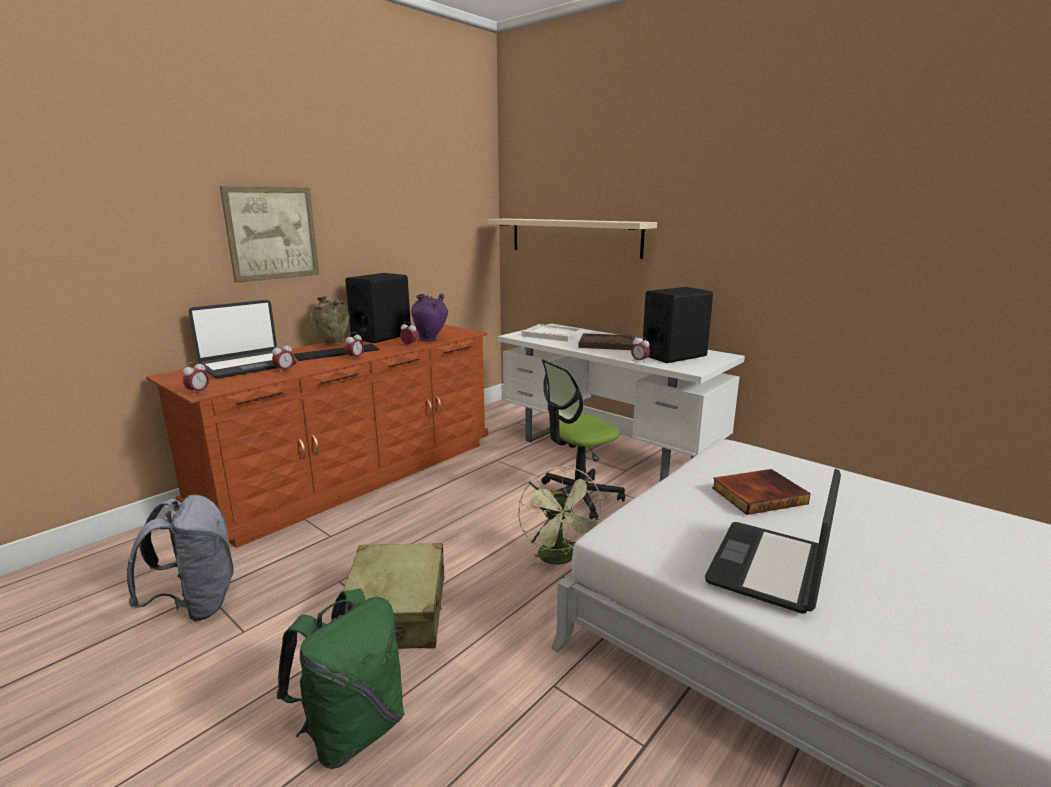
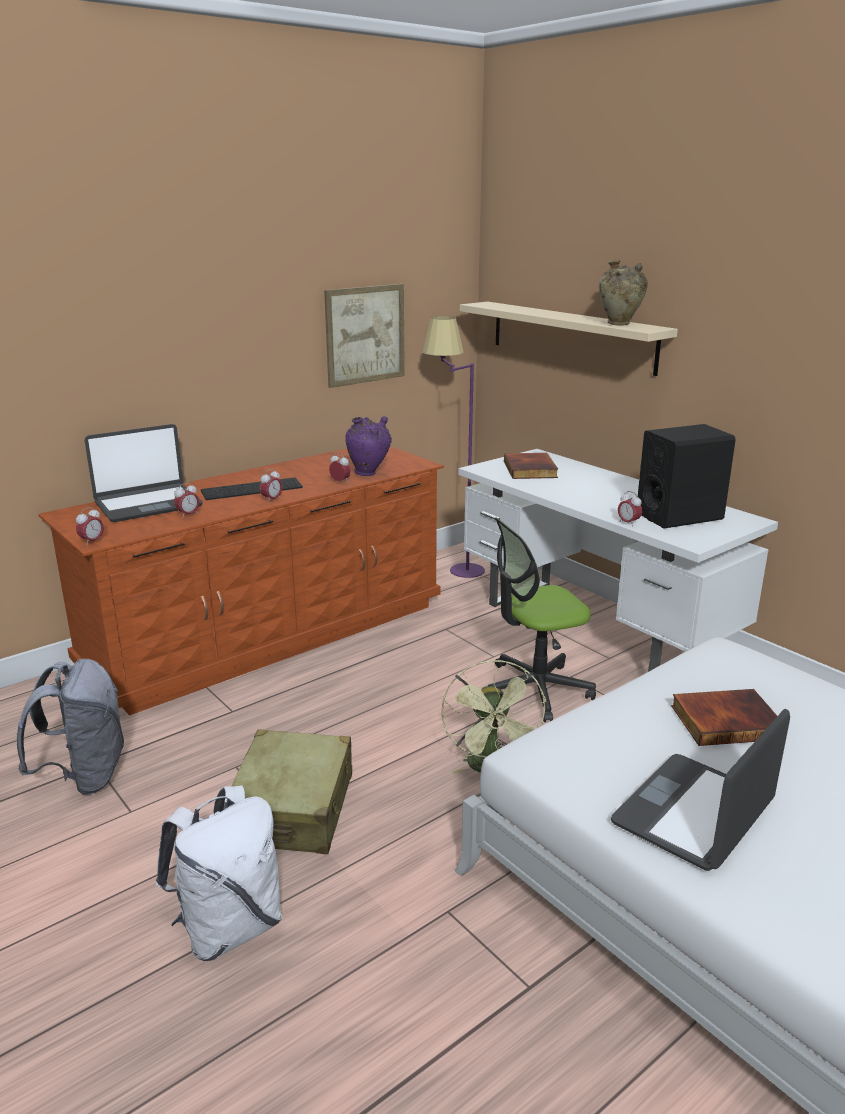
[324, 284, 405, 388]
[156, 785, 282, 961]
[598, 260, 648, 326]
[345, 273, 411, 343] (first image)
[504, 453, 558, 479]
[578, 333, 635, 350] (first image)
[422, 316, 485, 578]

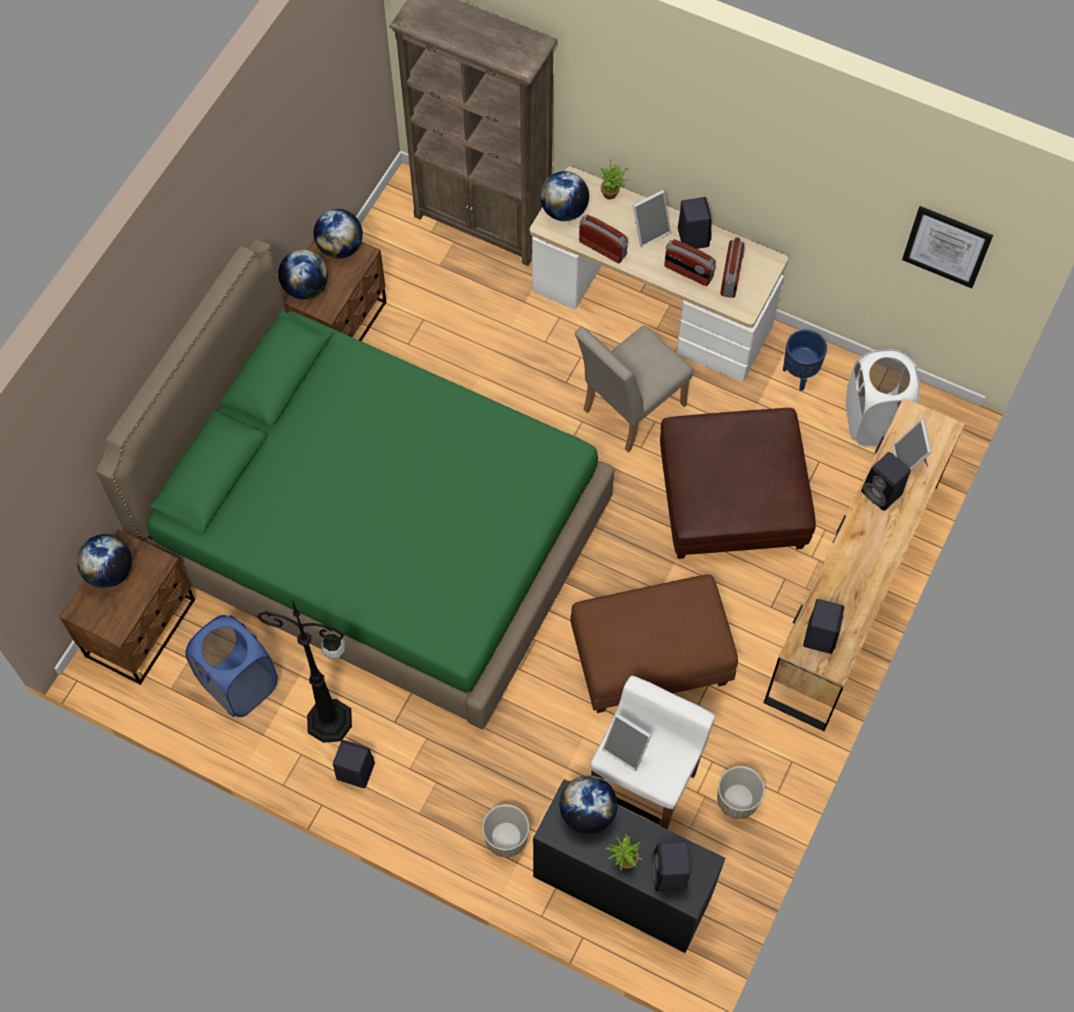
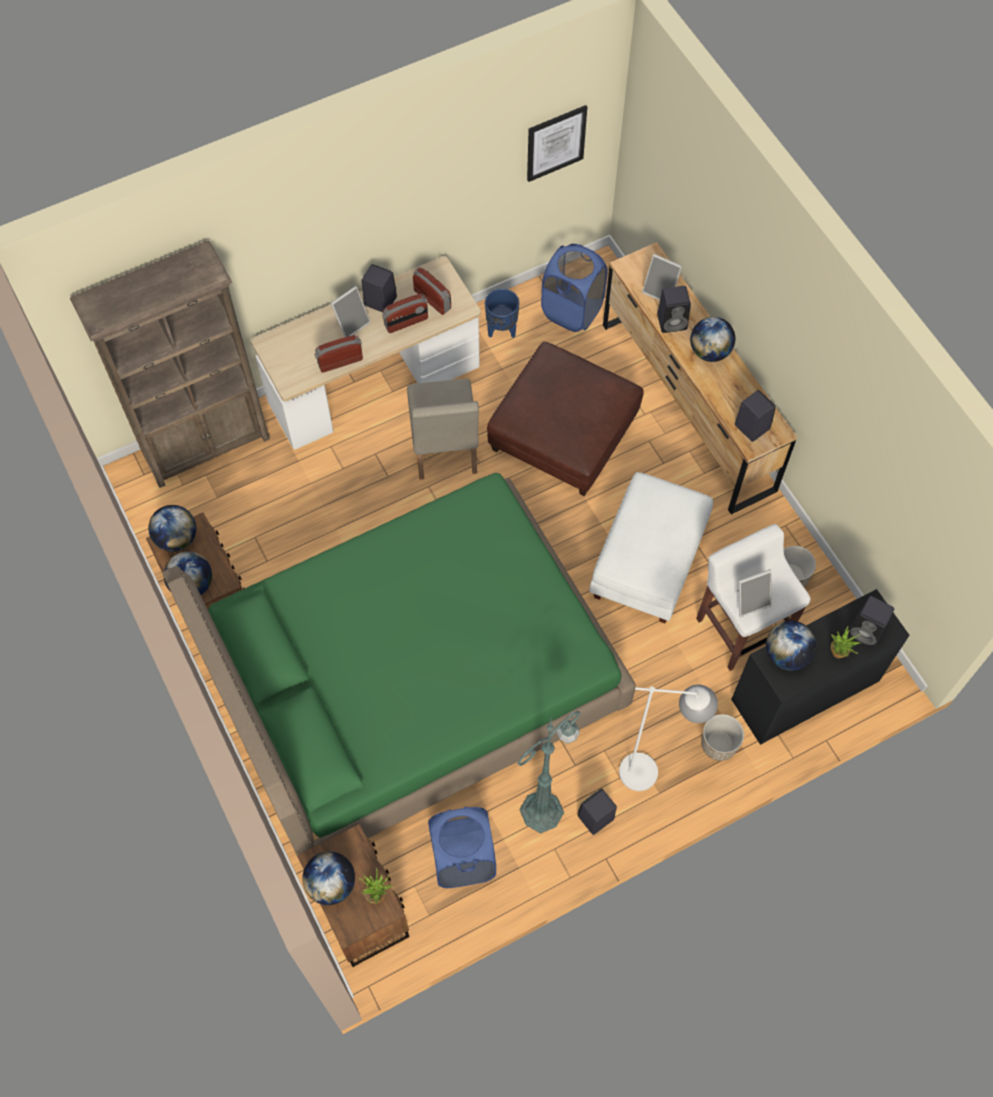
[517, 711, 581, 834]
[690, 317, 735, 362]
[589, 472, 713, 623]
[359, 868, 393, 904]
[331, 286, 371, 337]
[541, 244, 607, 332]
[619, 684, 718, 791]

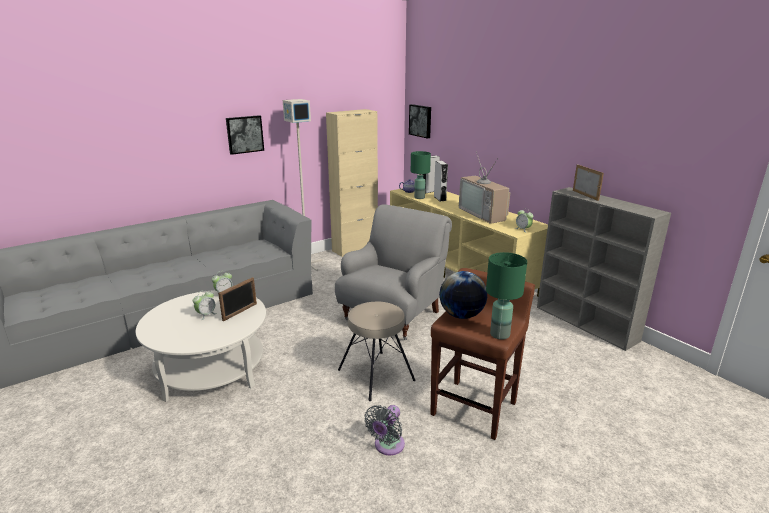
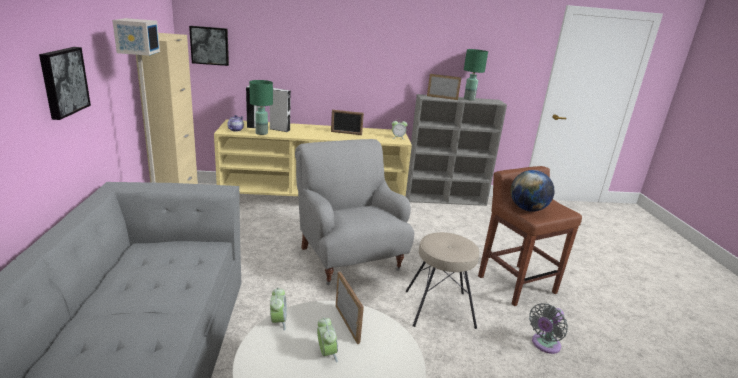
[529, 303, 568, 354]
[331, 110, 364, 135]
[464, 49, 488, 101]

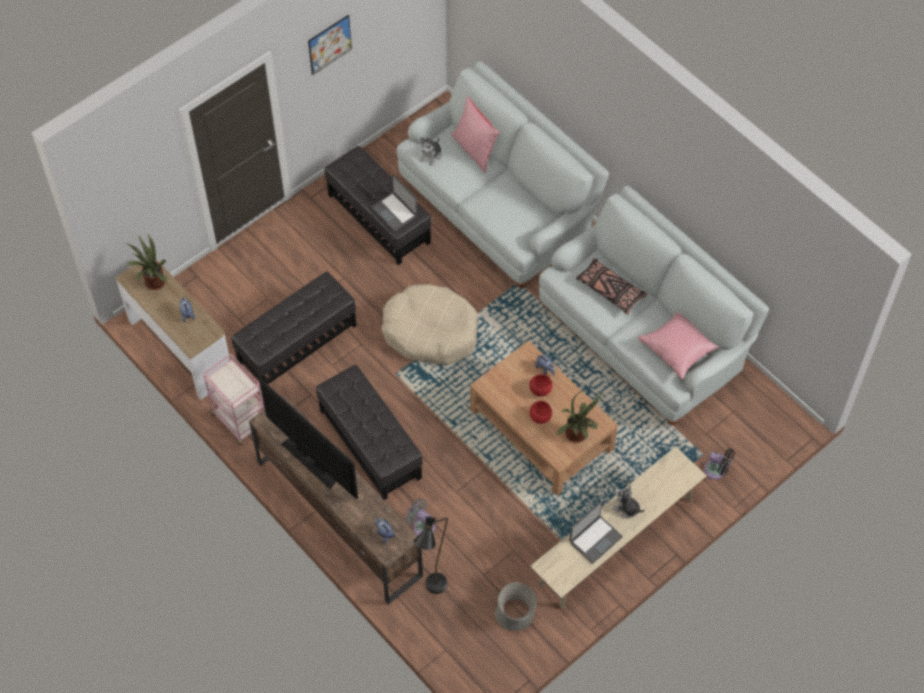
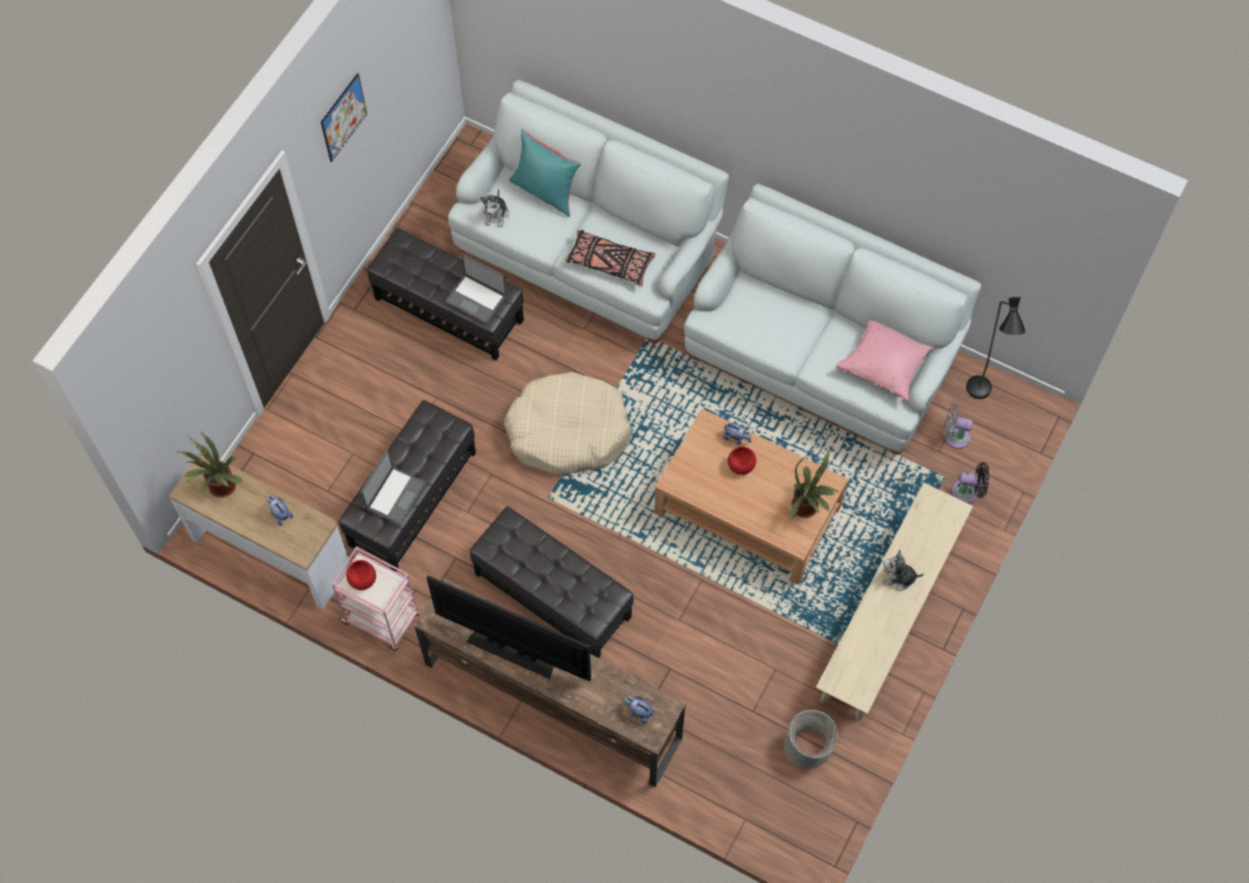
[943, 403, 973, 449]
[966, 297, 1025, 399]
[509, 129, 581, 217]
[346, 560, 376, 590]
[361, 450, 426, 525]
[565, 230, 656, 287]

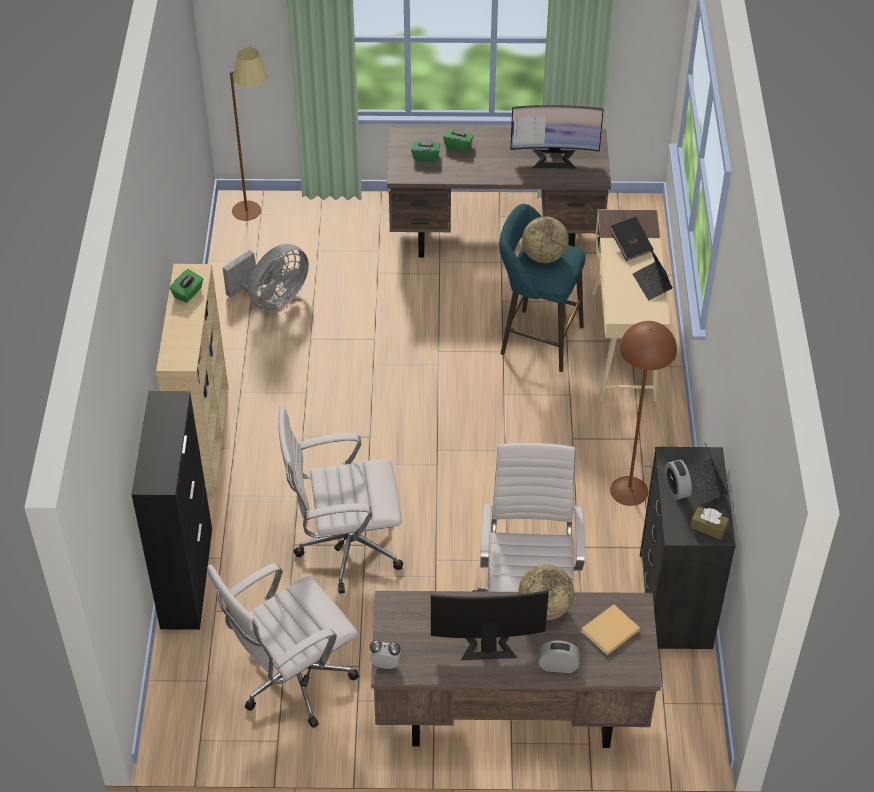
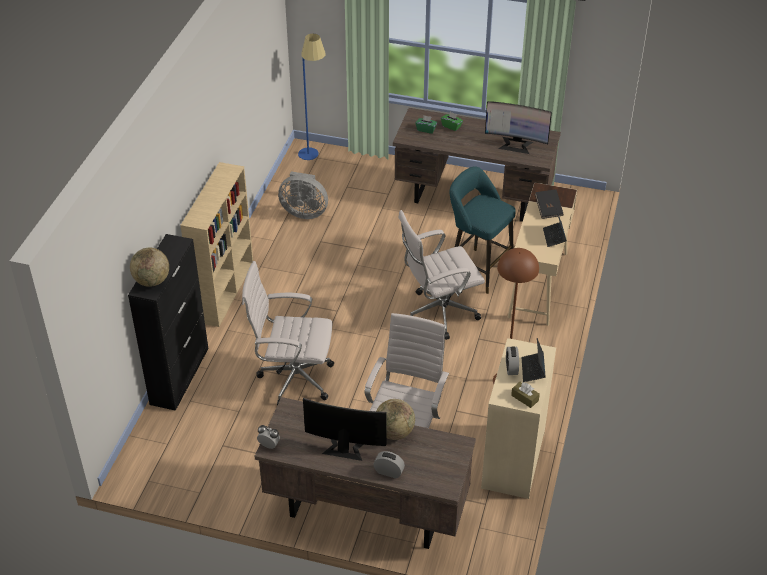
[170, 269, 203, 303] (first image)
[398, 210, 485, 340]
[278, 171, 328, 219]
[298, 34, 325, 160]
[130, 248, 169, 287]
[581, 604, 640, 655] (first image)
[481, 338, 556, 499]

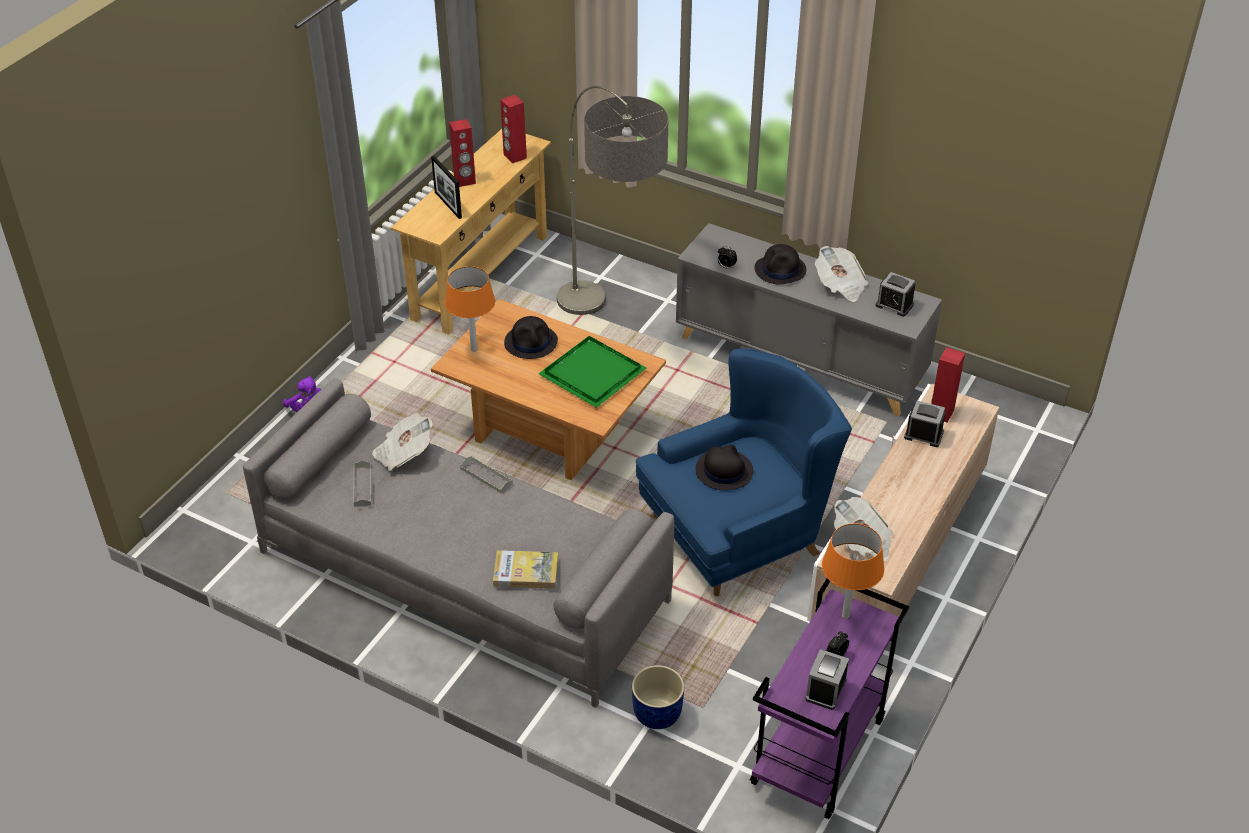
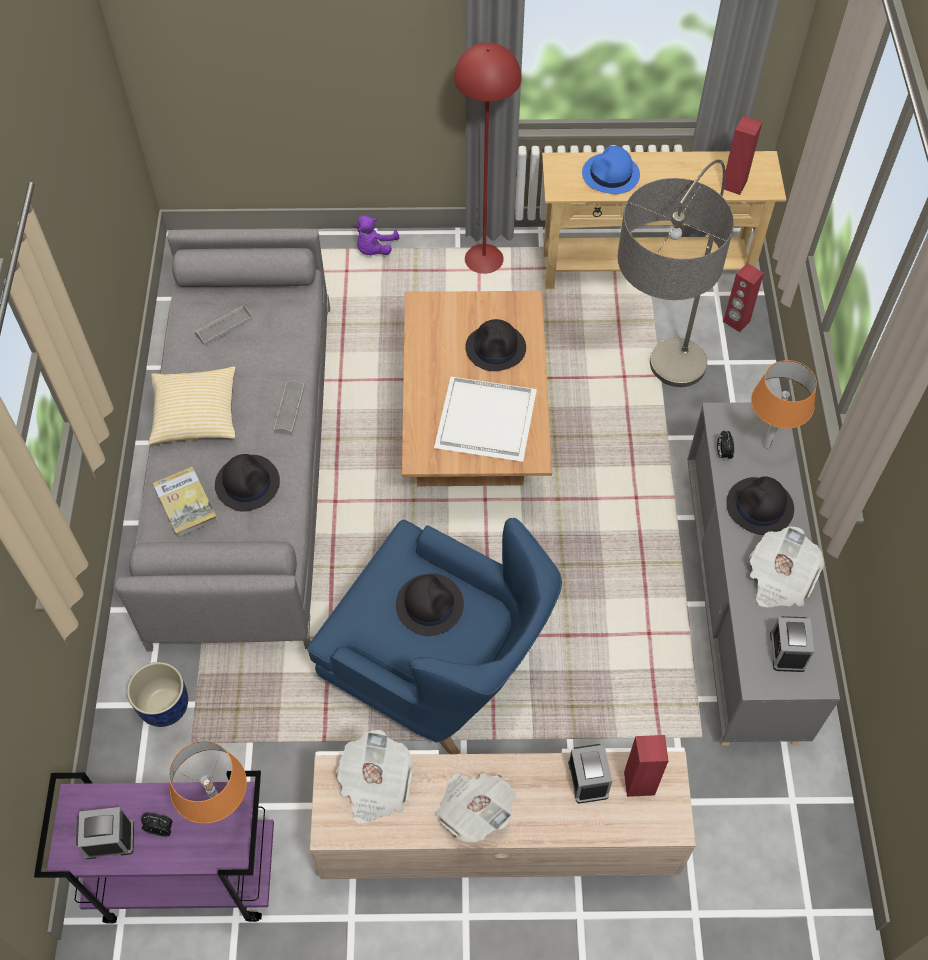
[435, 773, 516, 842]
[582, 146, 640, 194]
[751, 360, 817, 448]
[723, 263, 764, 332]
[434, 377, 537, 462]
[148, 366, 236, 445]
[215, 454, 280, 512]
[454, 42, 522, 274]

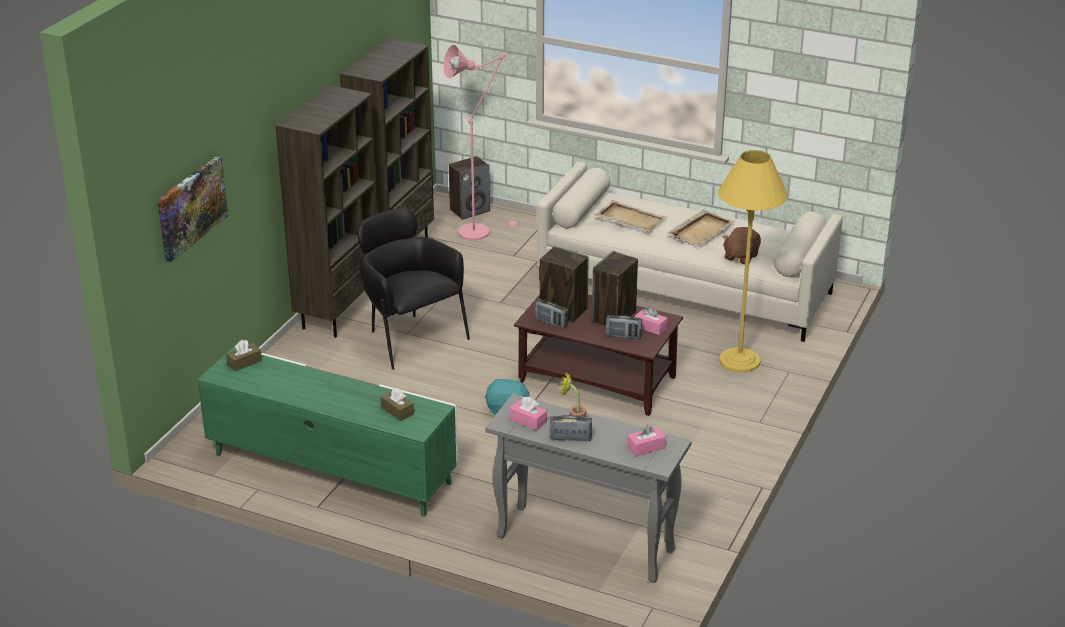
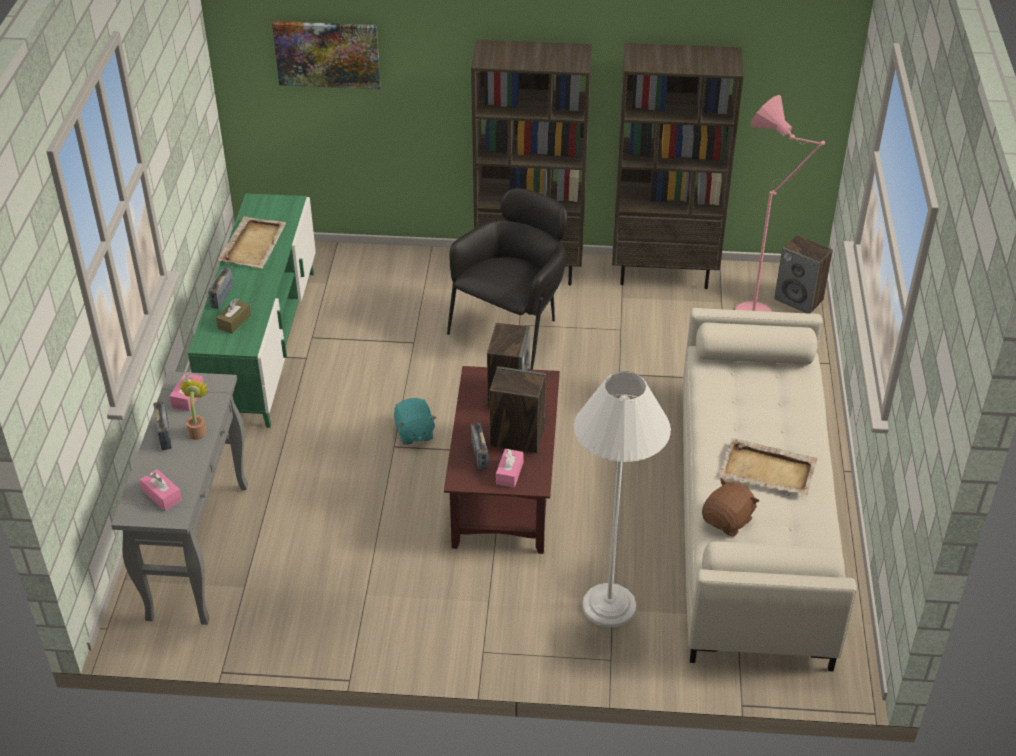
[226, 340, 262, 371] (first image)
[208, 267, 234, 309]
[218, 216, 287, 268]
[574, 371, 671, 628]
[702, 478, 759, 537]

